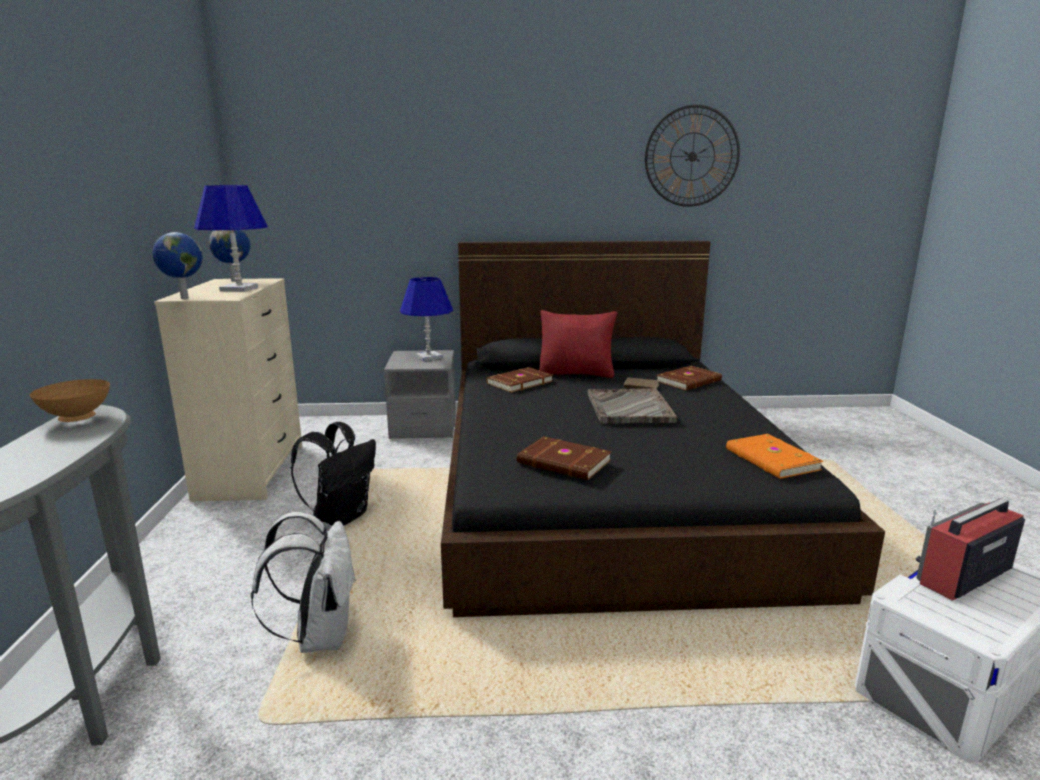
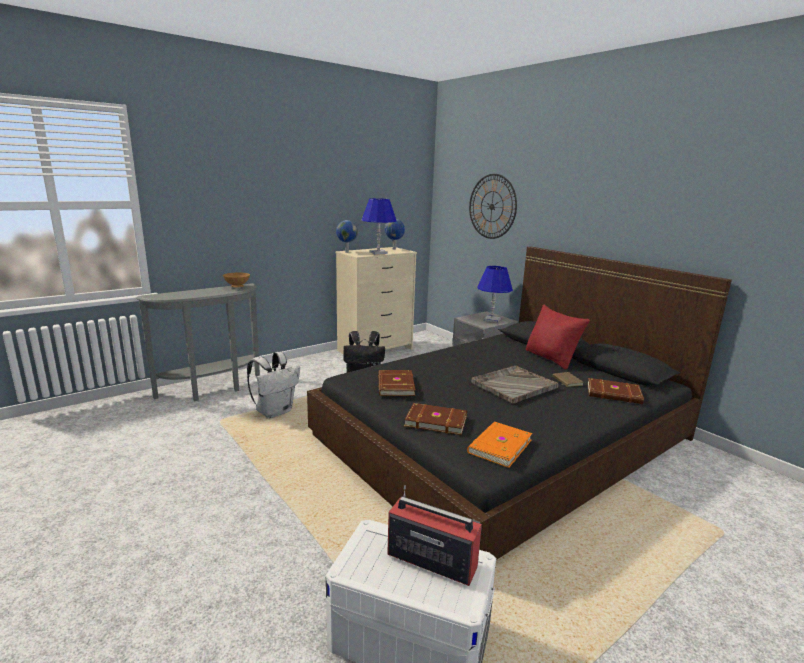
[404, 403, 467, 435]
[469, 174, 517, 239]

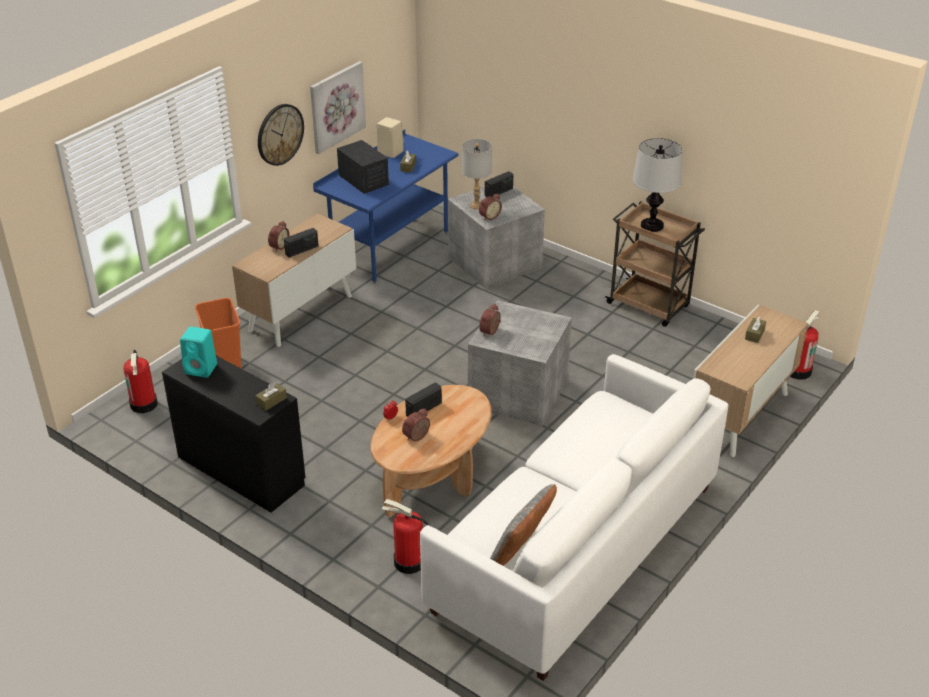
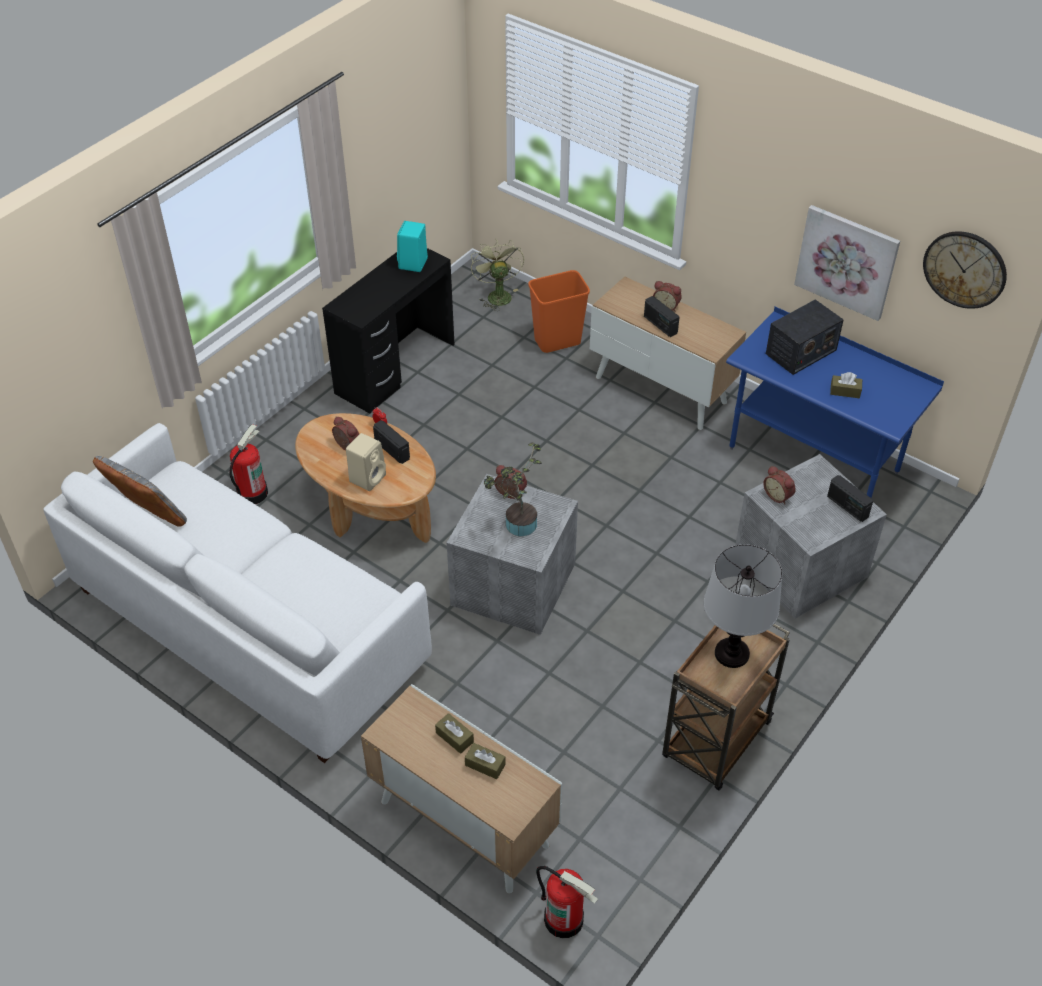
[471, 239, 524, 311]
[435, 713, 474, 754]
[923, 231, 1007, 309]
[346, 433, 386, 491]
[462, 139, 492, 209] (first image)
[484, 442, 542, 536]

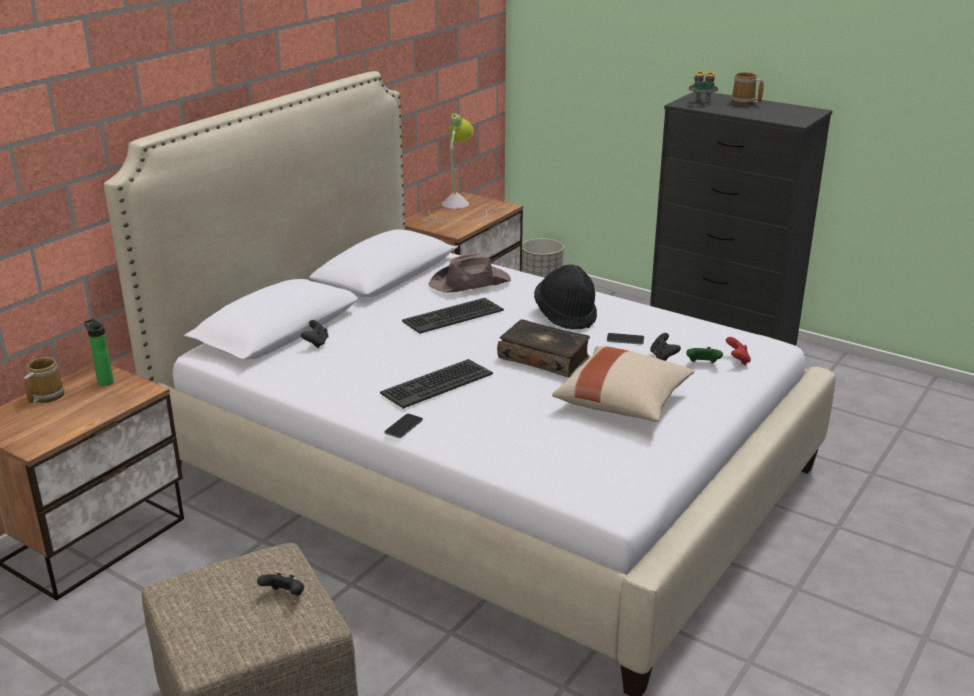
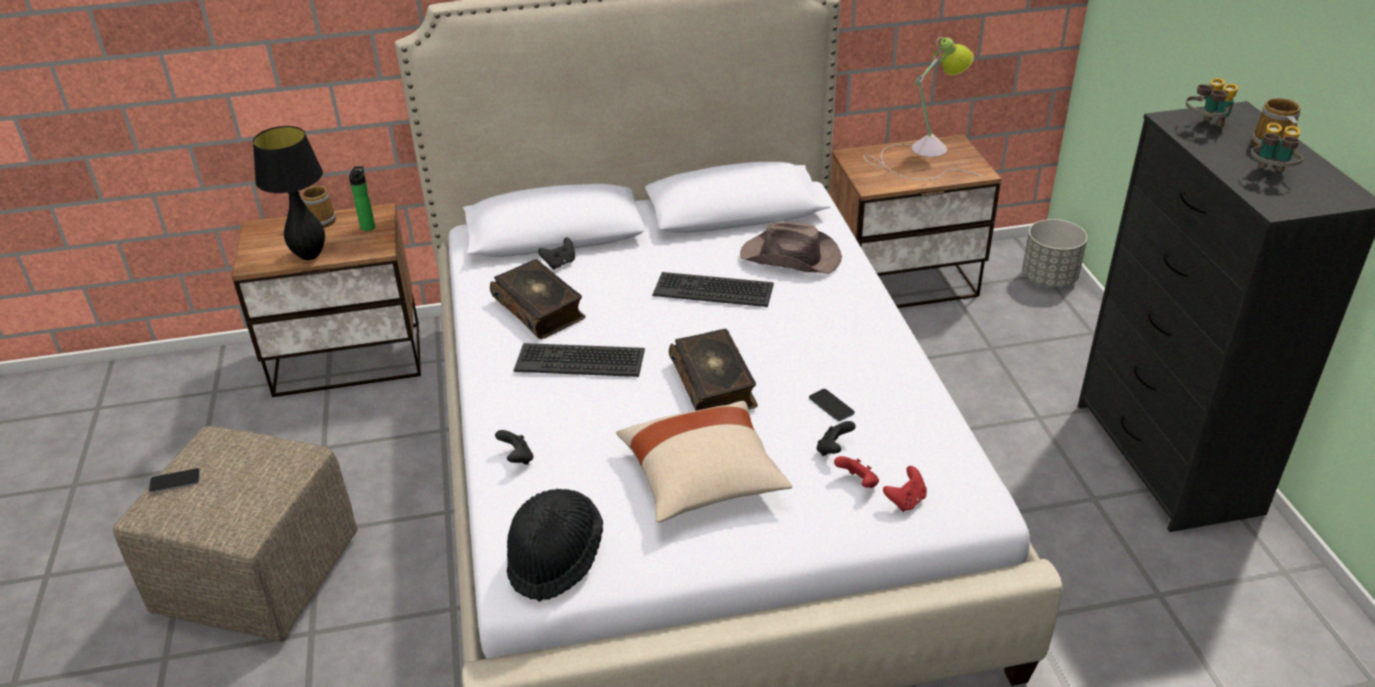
[495, 430, 533, 465]
[149, 468, 200, 493]
[507, 489, 603, 602]
[834, 456, 879, 488]
[253, 126, 325, 260]
[490, 259, 586, 339]
[1250, 123, 1303, 172]

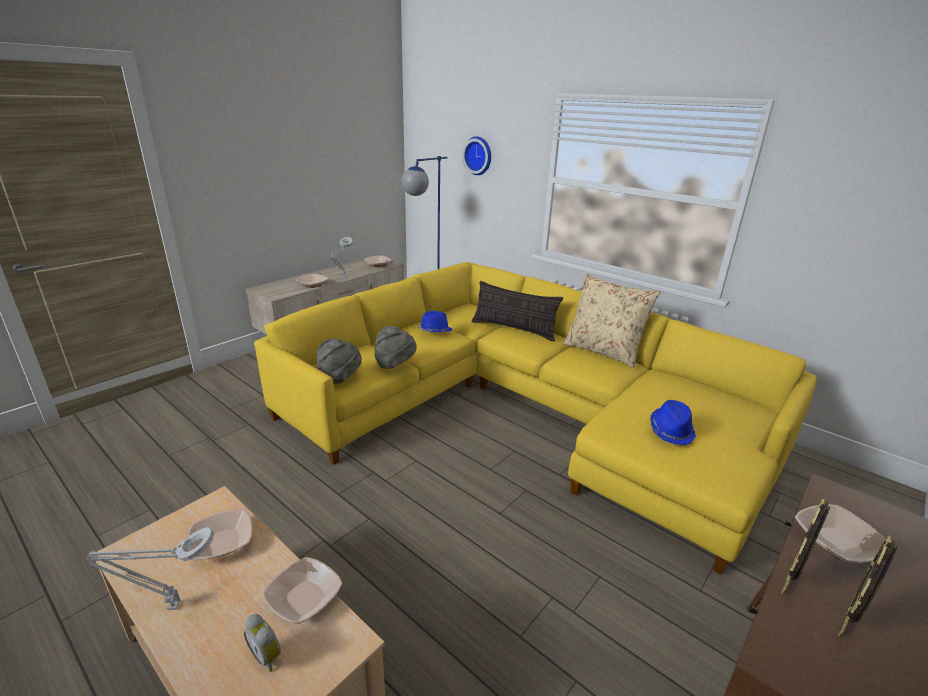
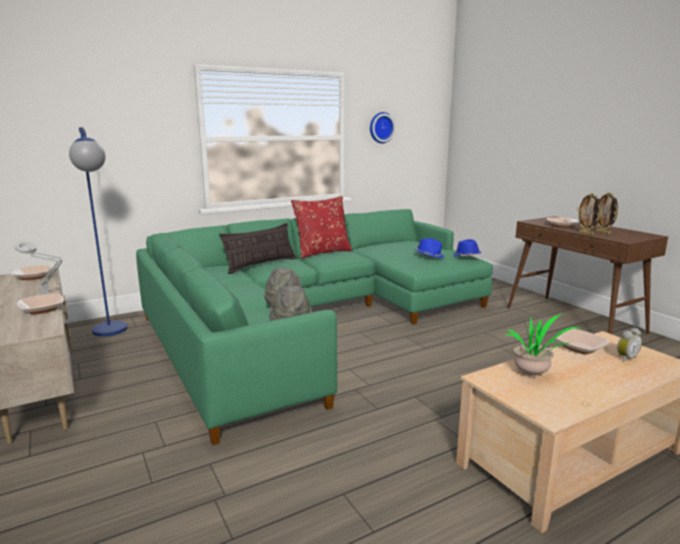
[86, 527, 214, 610] (first image)
[505, 314, 579, 375]
[136, 209, 493, 445]
[453, 239, 482, 257]
[370, 112, 395, 143]
[291, 196, 352, 258]

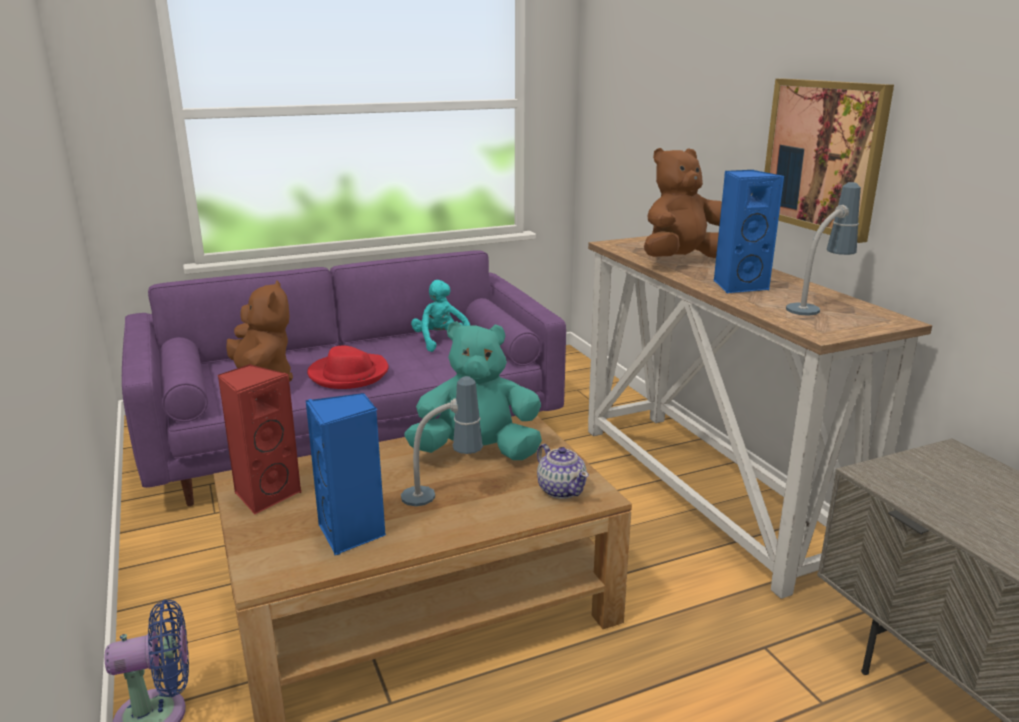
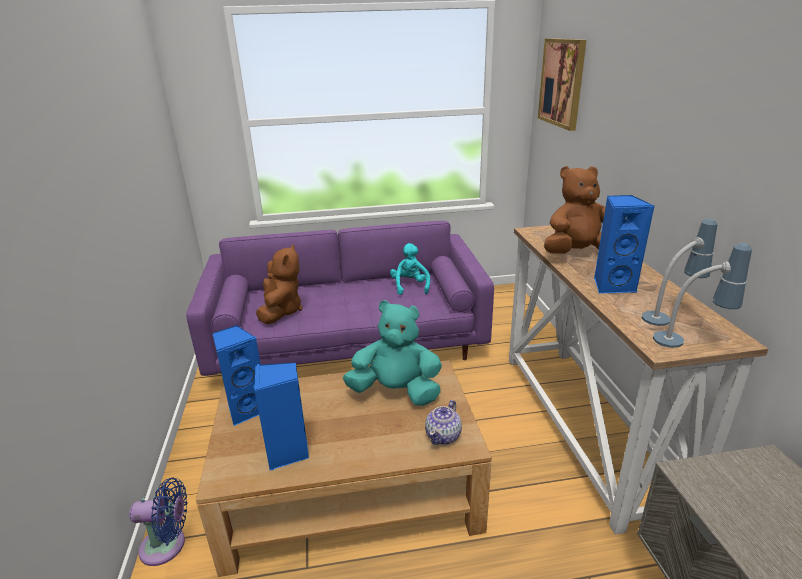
[212, 325, 261, 426]
[307, 346, 389, 389] (first image)
[653, 243, 752, 348]
[425, 400, 462, 445]
[538, 38, 587, 131]

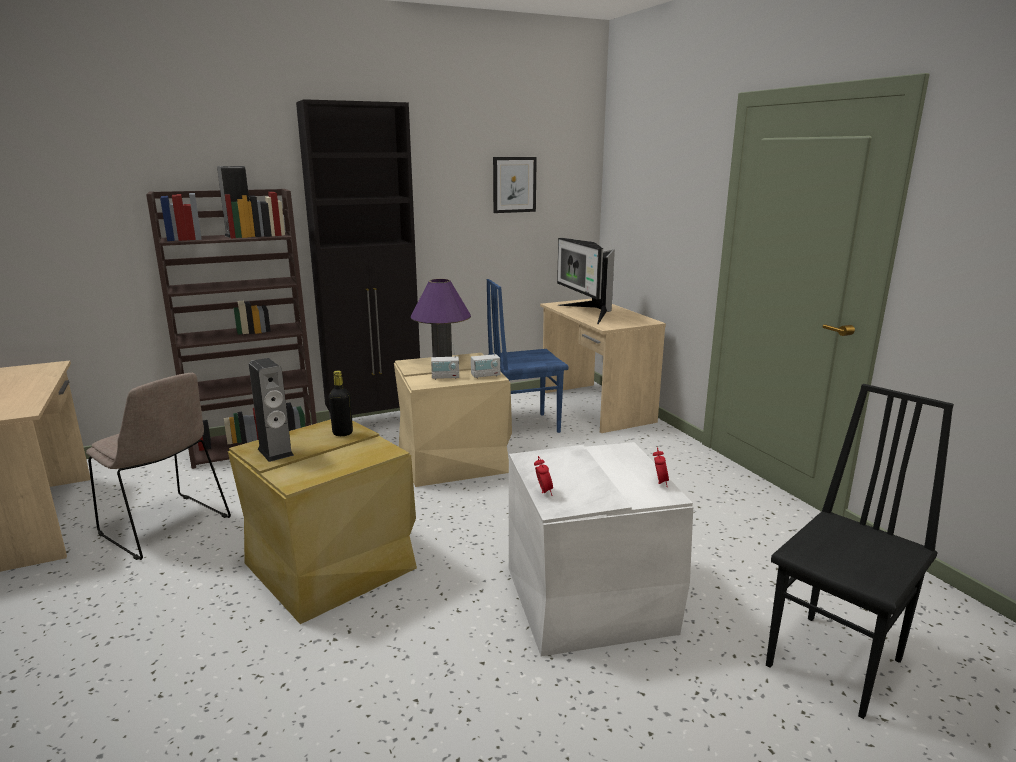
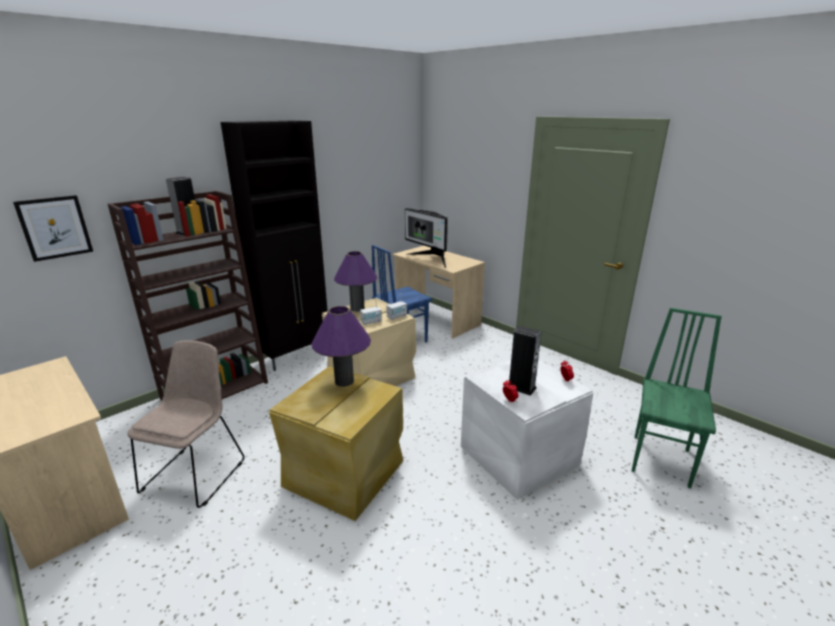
[127, 340, 244, 508]
[509, 326, 542, 396]
[311, 306, 371, 387]
[13, 195, 93, 262]
[632, 308, 722, 489]

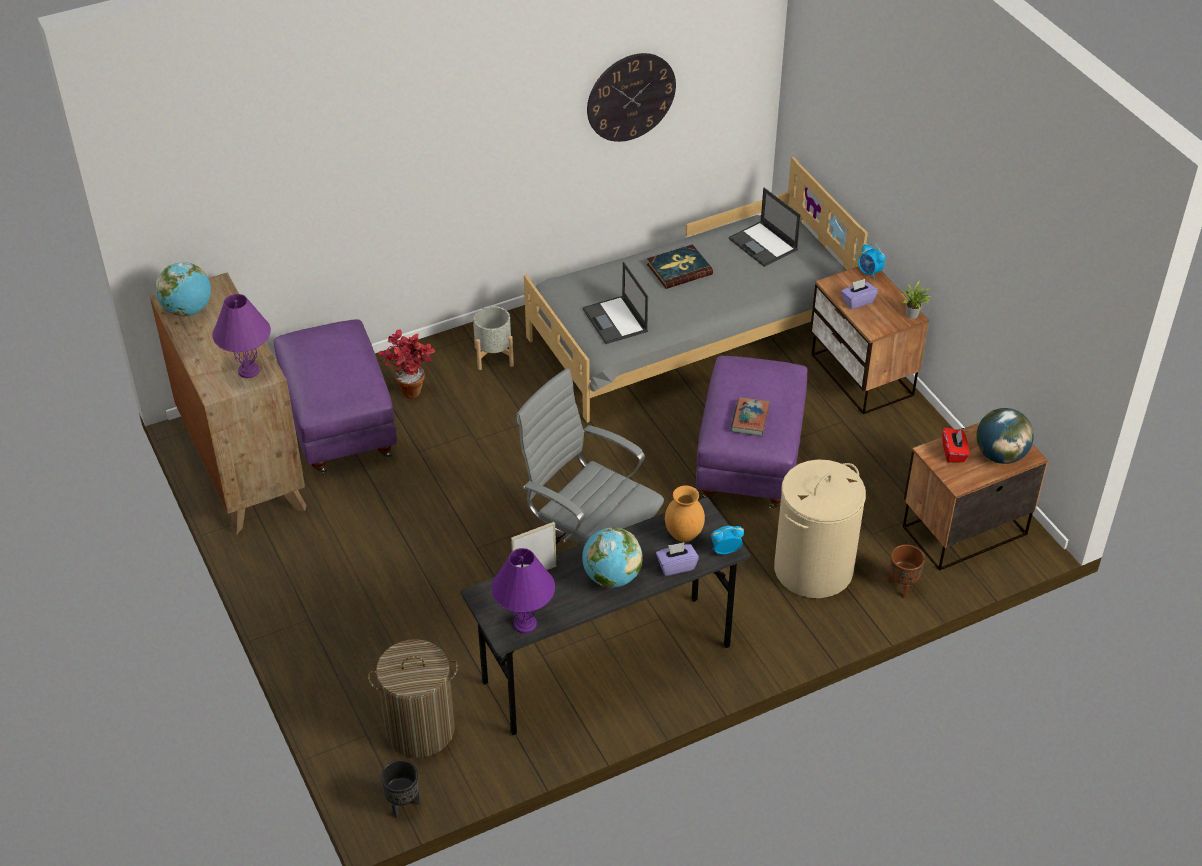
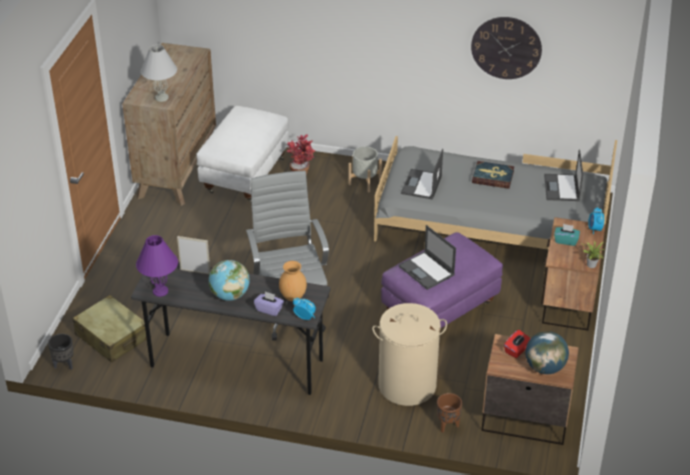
[156, 262, 211, 316] (first image)
[141, 44, 177, 102]
[196, 106, 289, 203]
[73, 295, 147, 363]
[399, 225, 456, 290]
[554, 224, 580, 246]

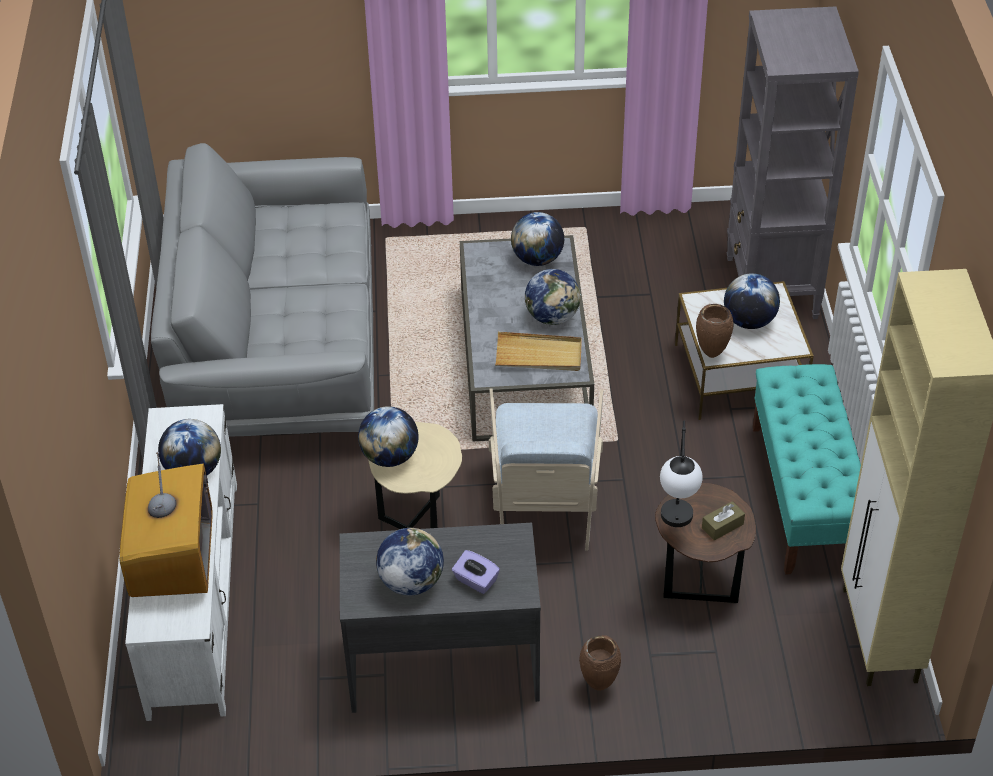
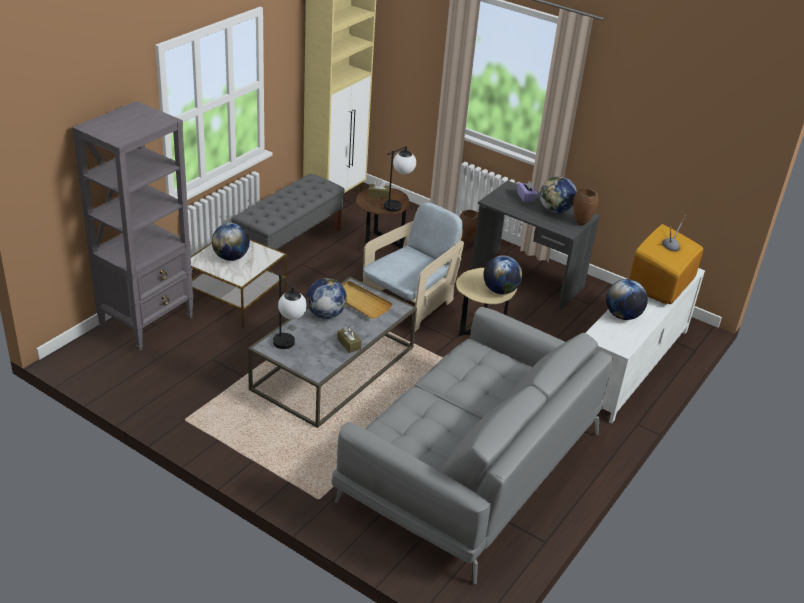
[273, 272, 307, 349]
[573, 187, 598, 225]
[231, 174, 345, 270]
[337, 327, 362, 353]

